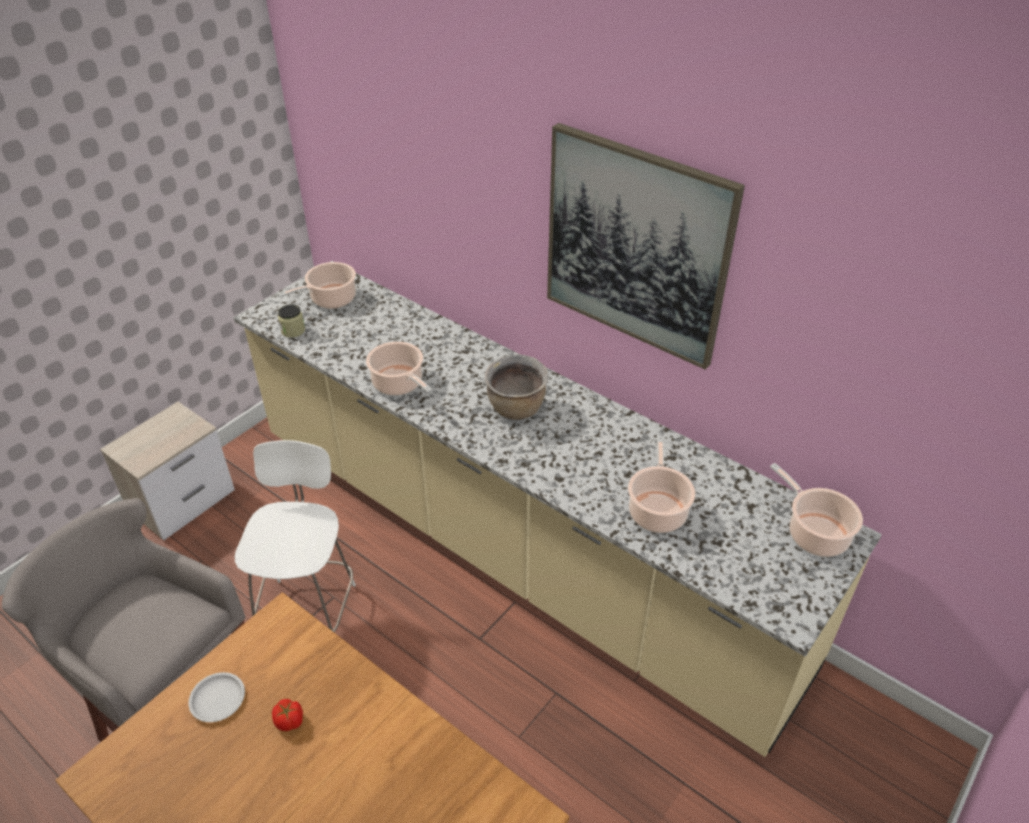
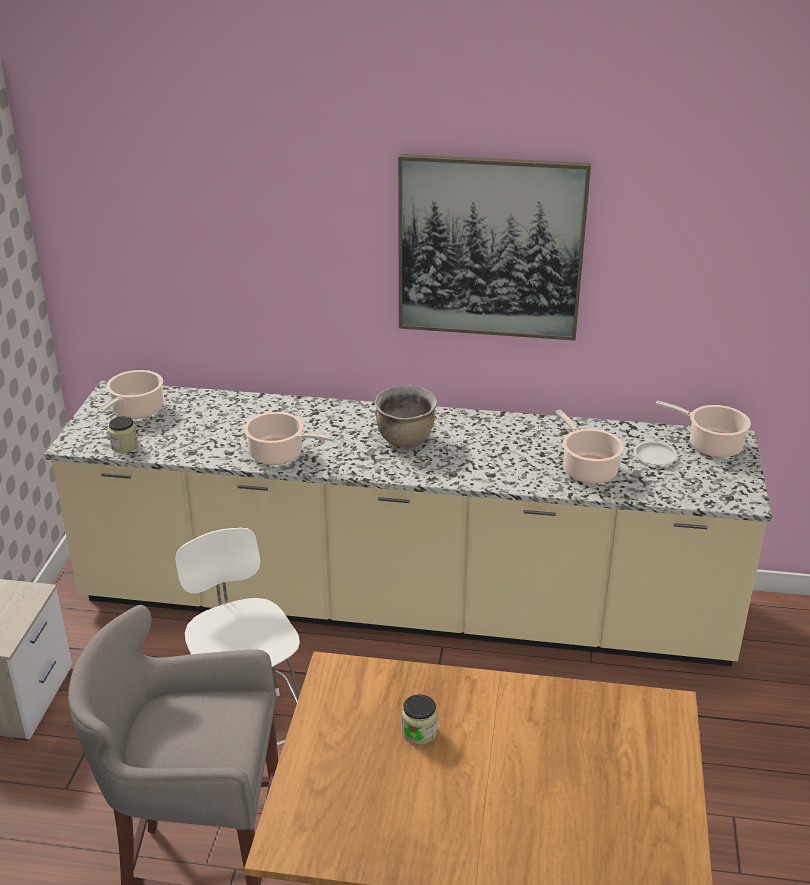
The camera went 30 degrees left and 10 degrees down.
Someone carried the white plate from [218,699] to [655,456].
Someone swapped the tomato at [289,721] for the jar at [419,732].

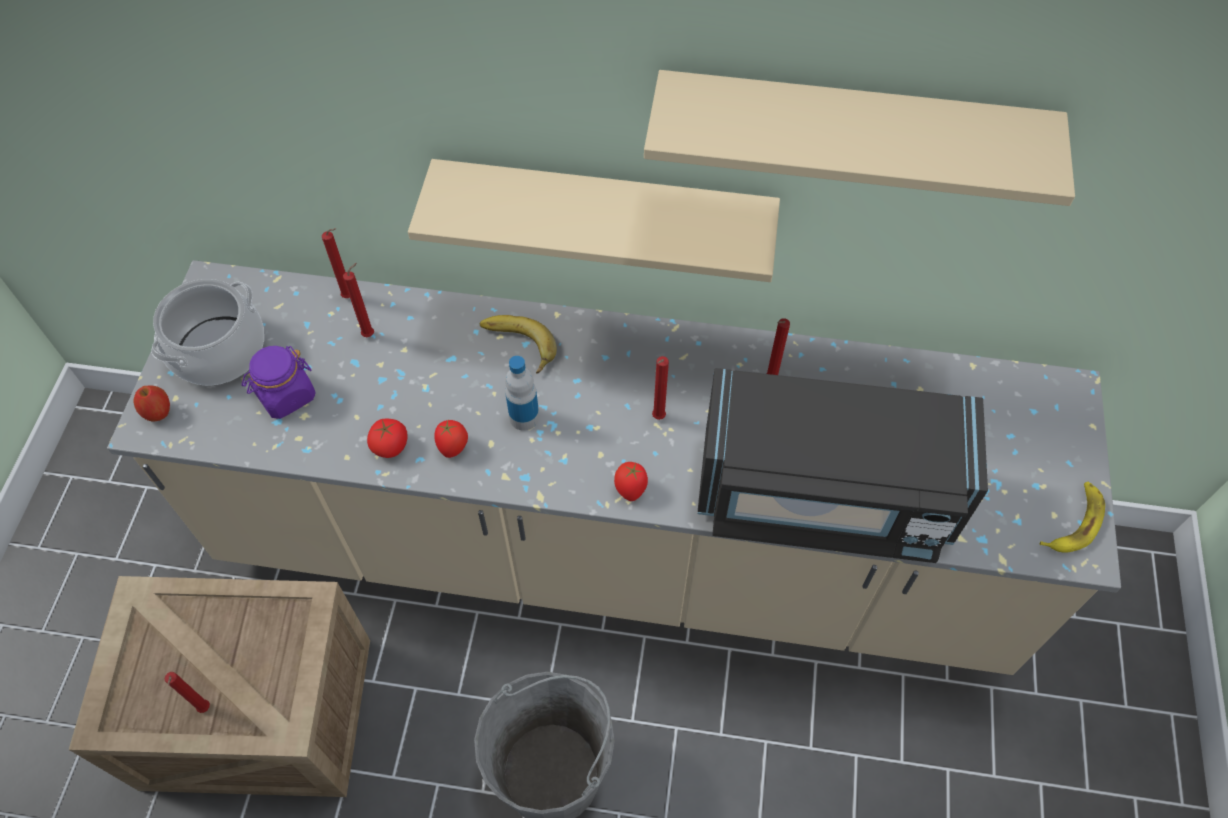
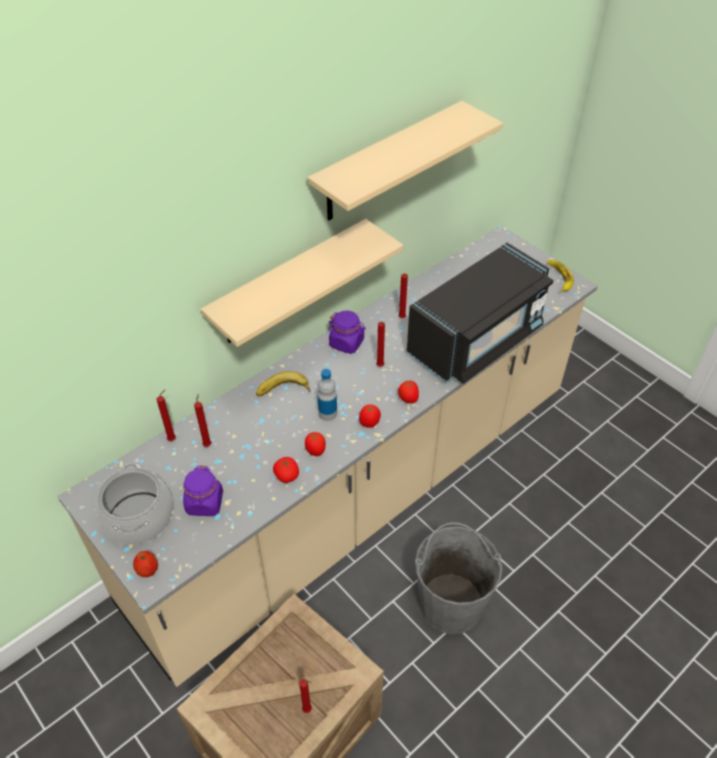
The camera went 50 degrees left and 10 degrees down.
Someone put down the purple jar at [347,343].
Someone put down the tomato at [369,423].

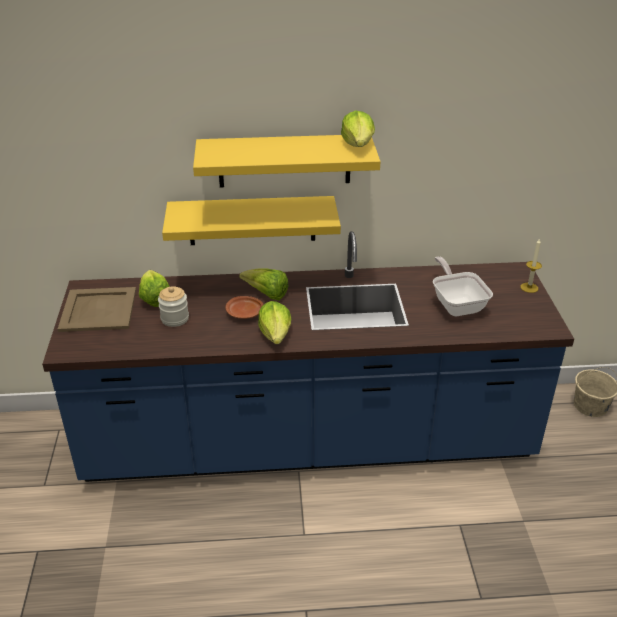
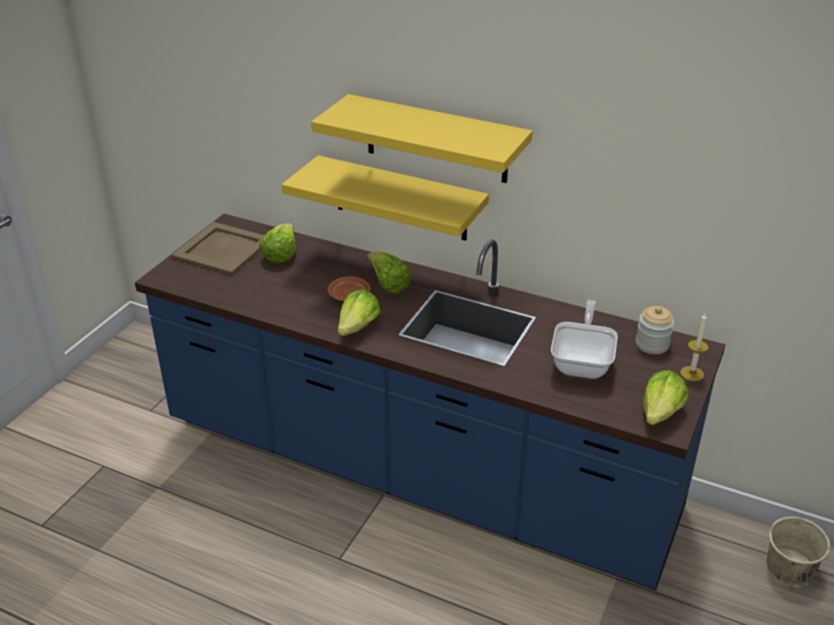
The camera went 30 degrees right and 0 degrees up.
Someone carried the jar from [175,319] to [652,344].
Someone carried the lettuce from [358,145] to [661,413].

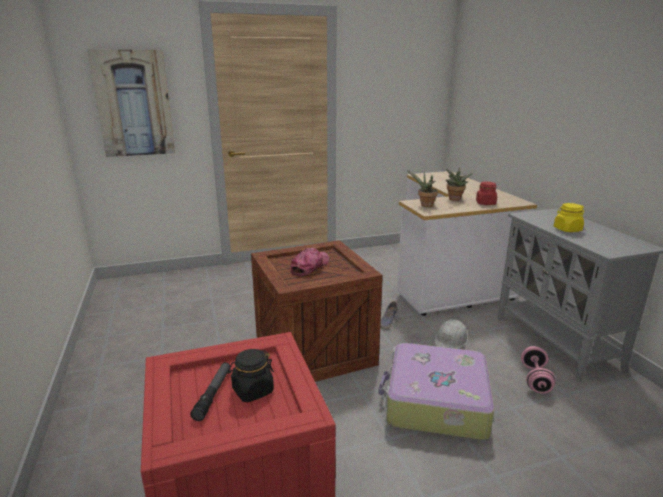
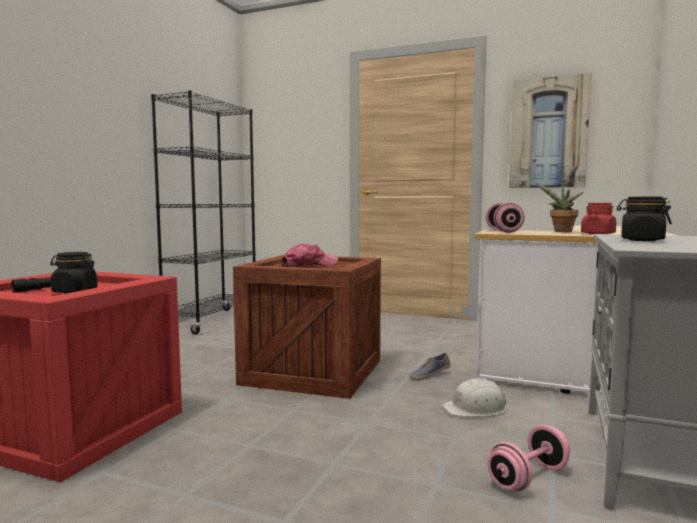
The camera went 40 degrees right and 15 degrees down.
Someone took away the suitcase at [435,402].
Someone put down the black bookcase at [212,321].
Someone carried the picture from [134,104] to [548,133].
Someone swapped the potted plant at [425,205] for the pink dumbbell at [503,231].
Someone repainted the yellow jar at [567,229], which became the black jar at [641,240].

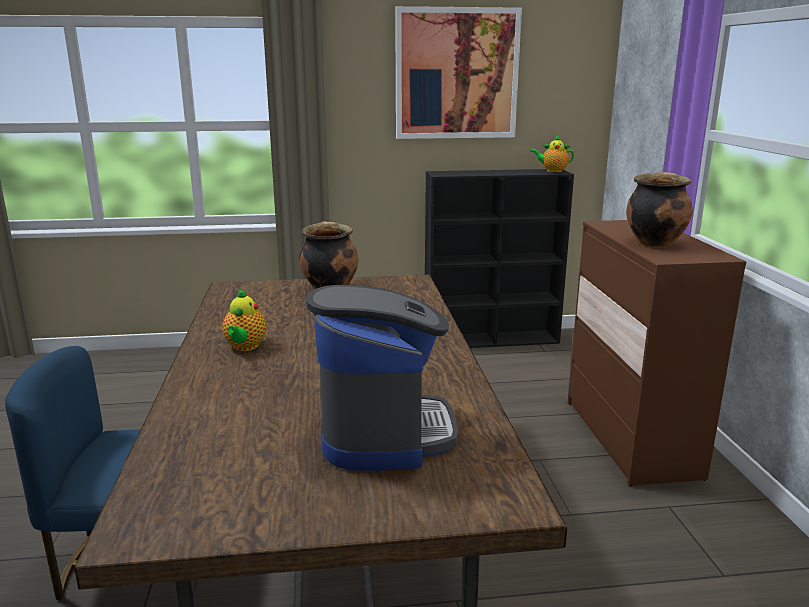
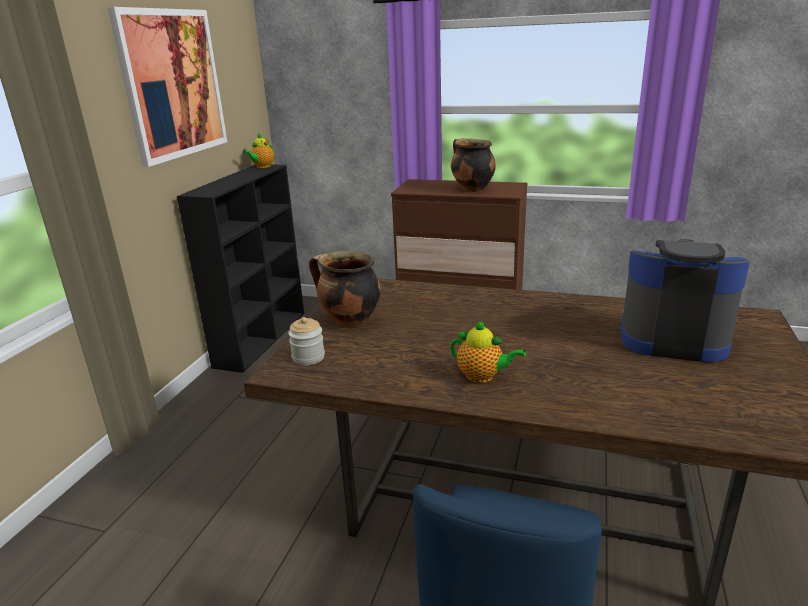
The camera went 65 degrees left and 5 degrees up.
Someone put down the jar at [308,357].

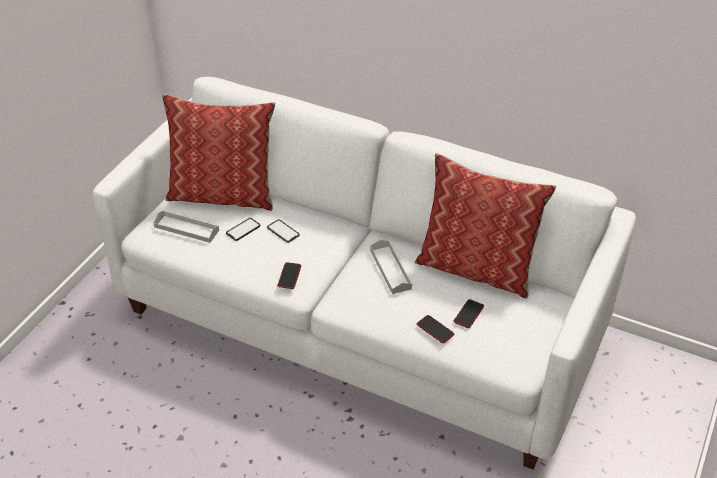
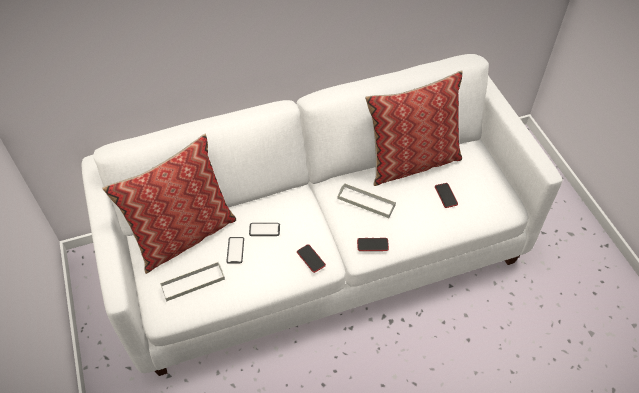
The camera went 45 degrees left and 10 degrees up.
Someone carried the phone from [435,329] to [372,245].

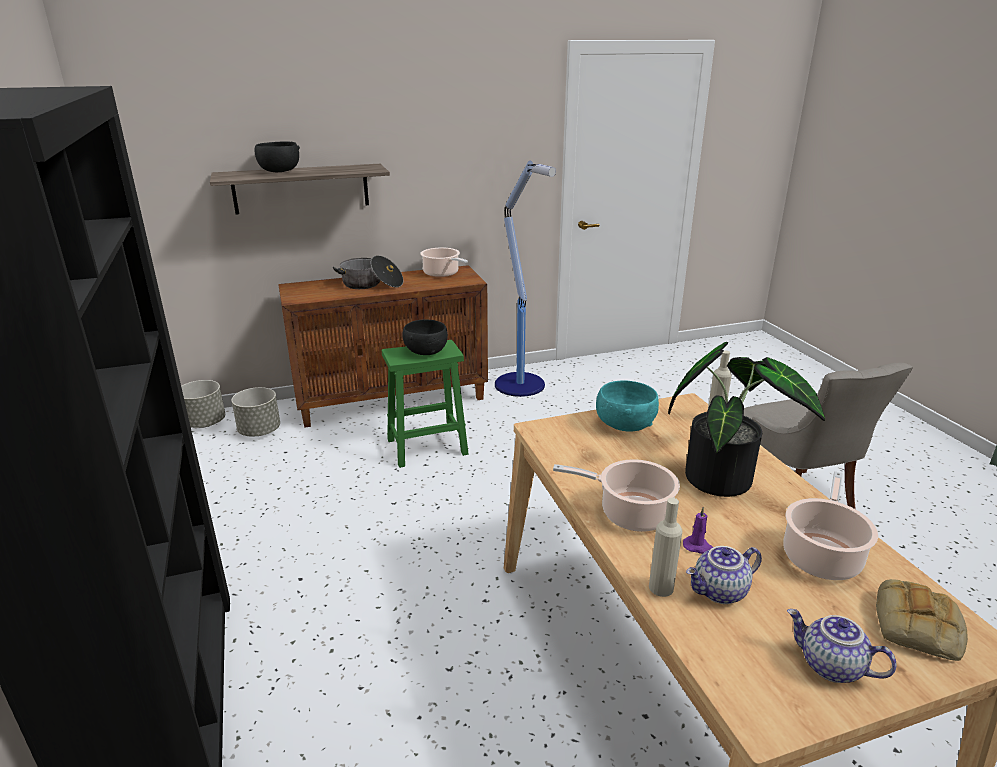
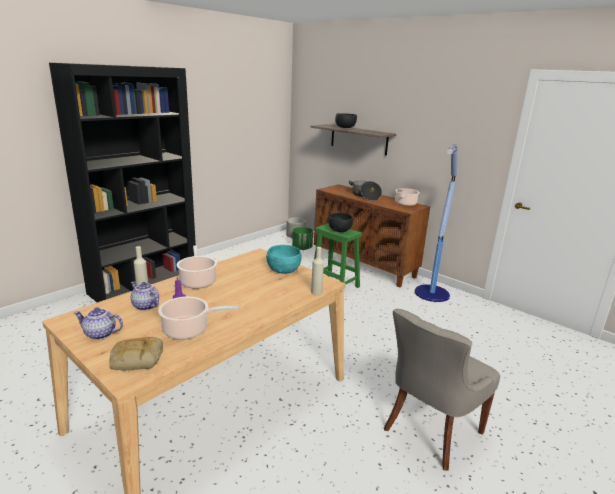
The camera went 60 degrees right and 5 degrees down.
Someone took away the potted plant at [724,477].
Someone repainted the grey planter at [259,431], which became the green planter at [302,248].
Someone rotated the teapot at [830,667] by 90 degrees counterclockwise.

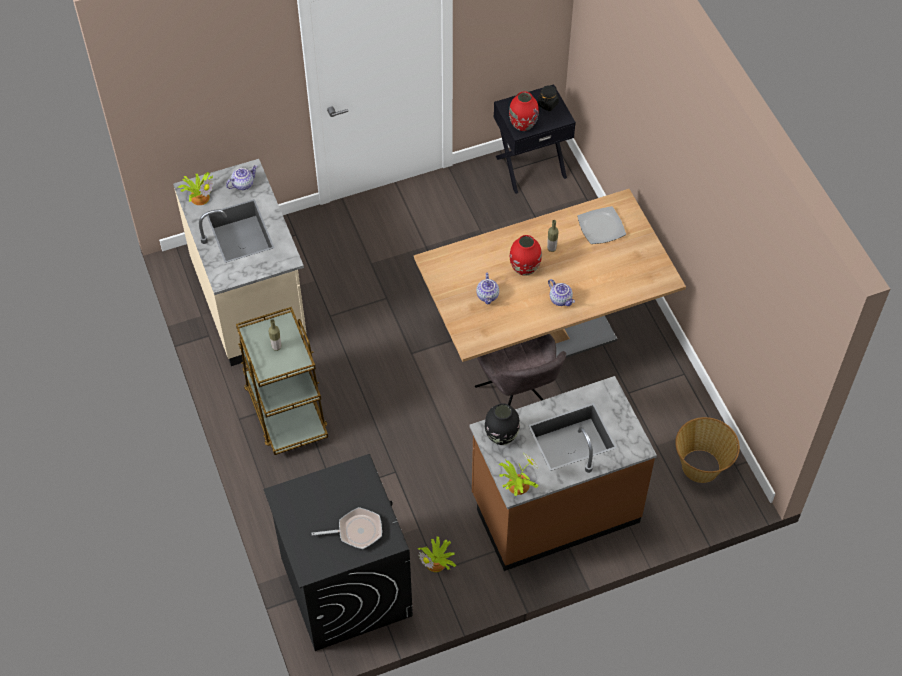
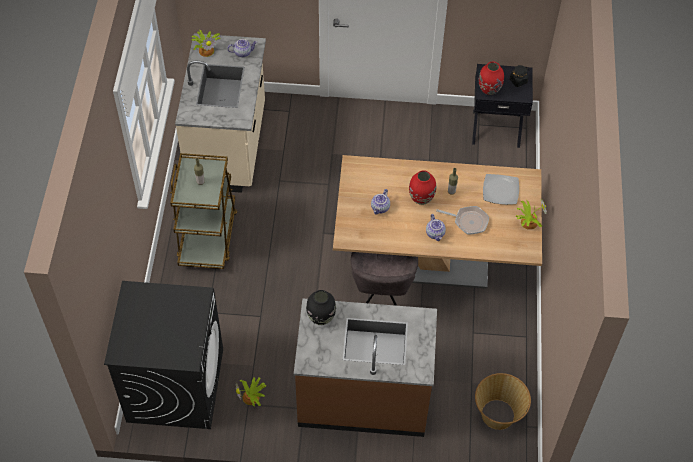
The camera went 25 degrees right and 0 degrees up.
Someone carried the frying pan from [356,531] to [468,221].
Someone carried the potted plant from [517,485] to [528,222].

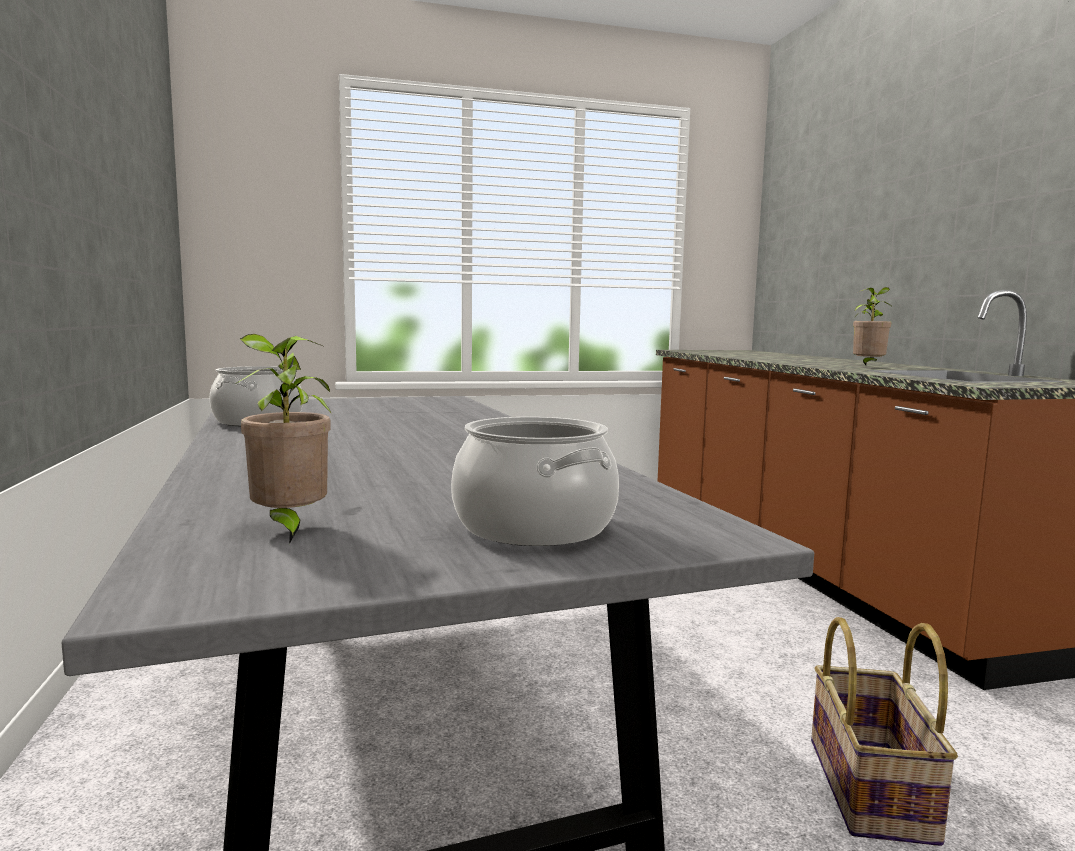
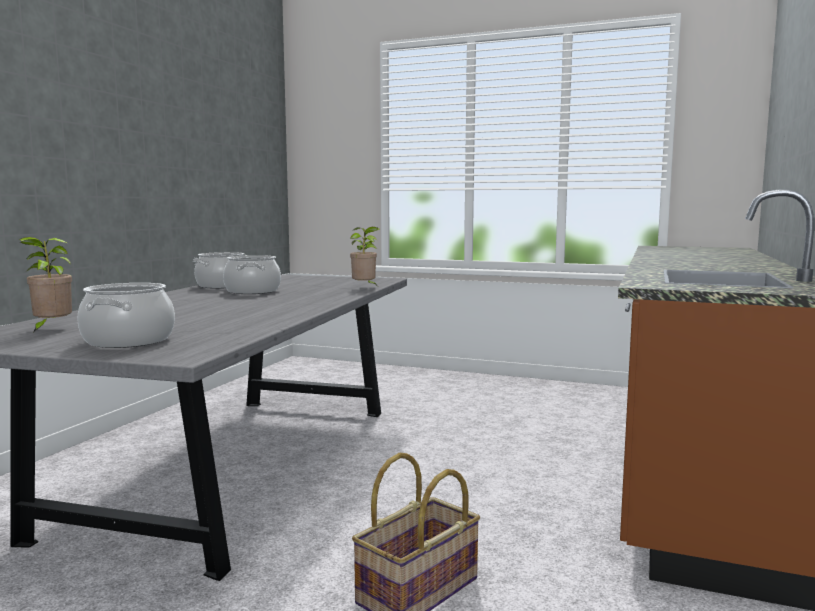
The camera went 35 degrees right and 0 degrees up.
Someone put down the cooking pot at [253,291].
Someone carried the potted plant from [868,367] to [365,288].

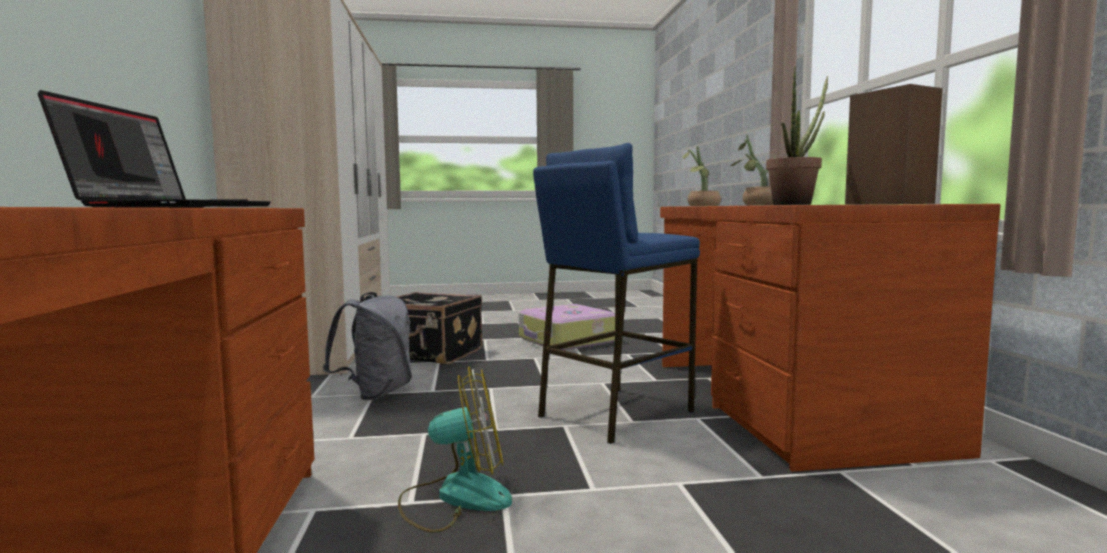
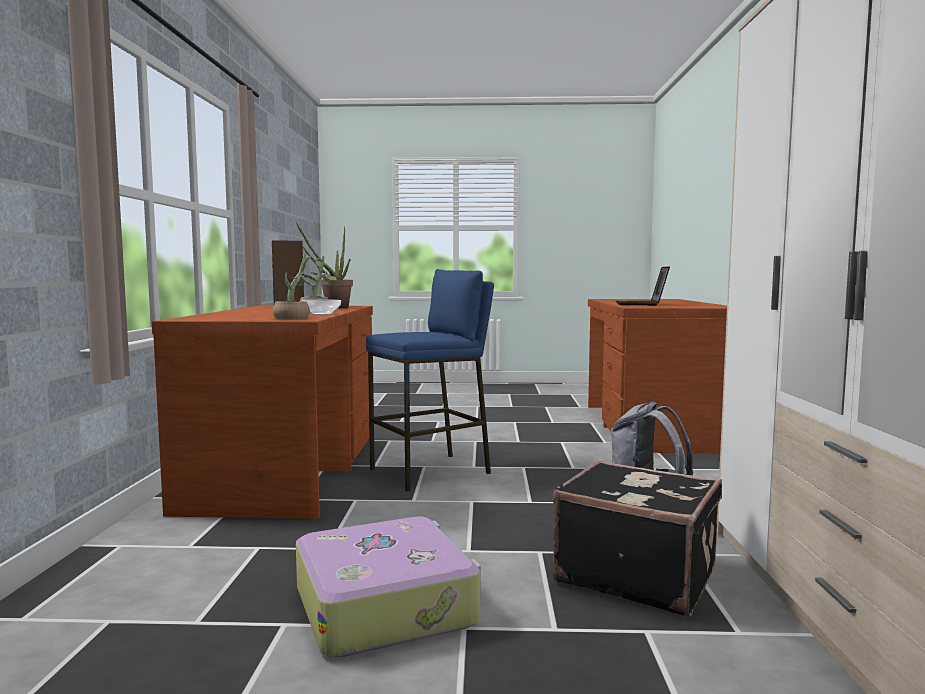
The camera went 170 degrees left and 0 degrees up.
Someone took away the fan at [456,497].
Someone put down the bowl at [322,314].

